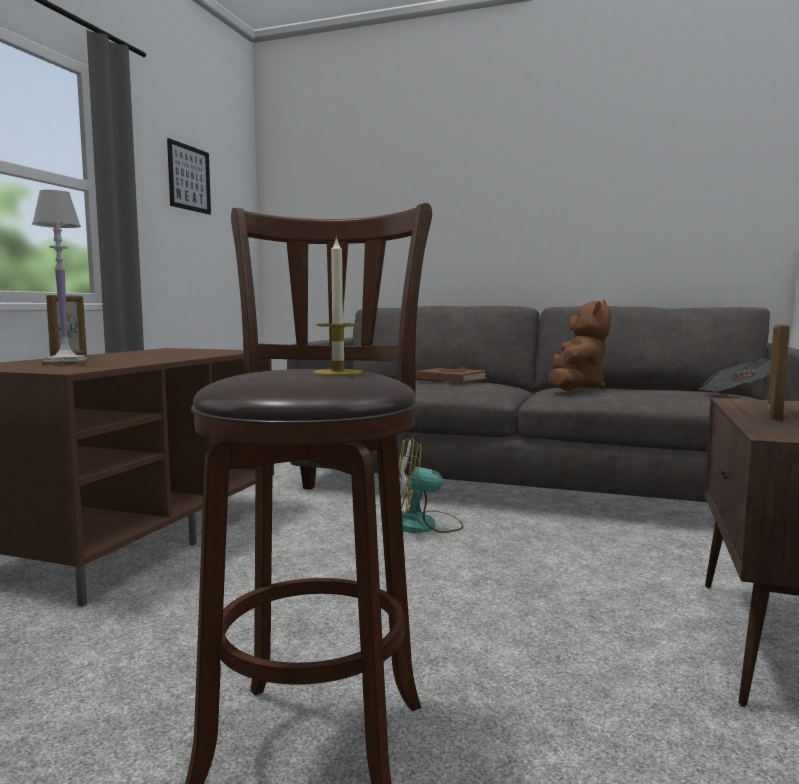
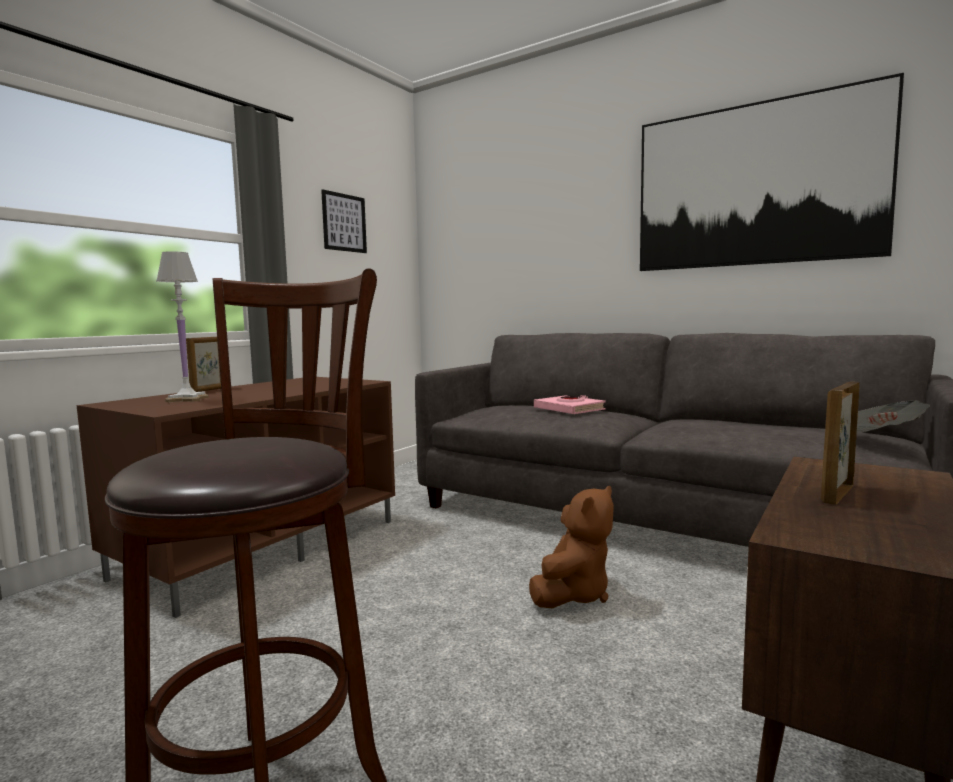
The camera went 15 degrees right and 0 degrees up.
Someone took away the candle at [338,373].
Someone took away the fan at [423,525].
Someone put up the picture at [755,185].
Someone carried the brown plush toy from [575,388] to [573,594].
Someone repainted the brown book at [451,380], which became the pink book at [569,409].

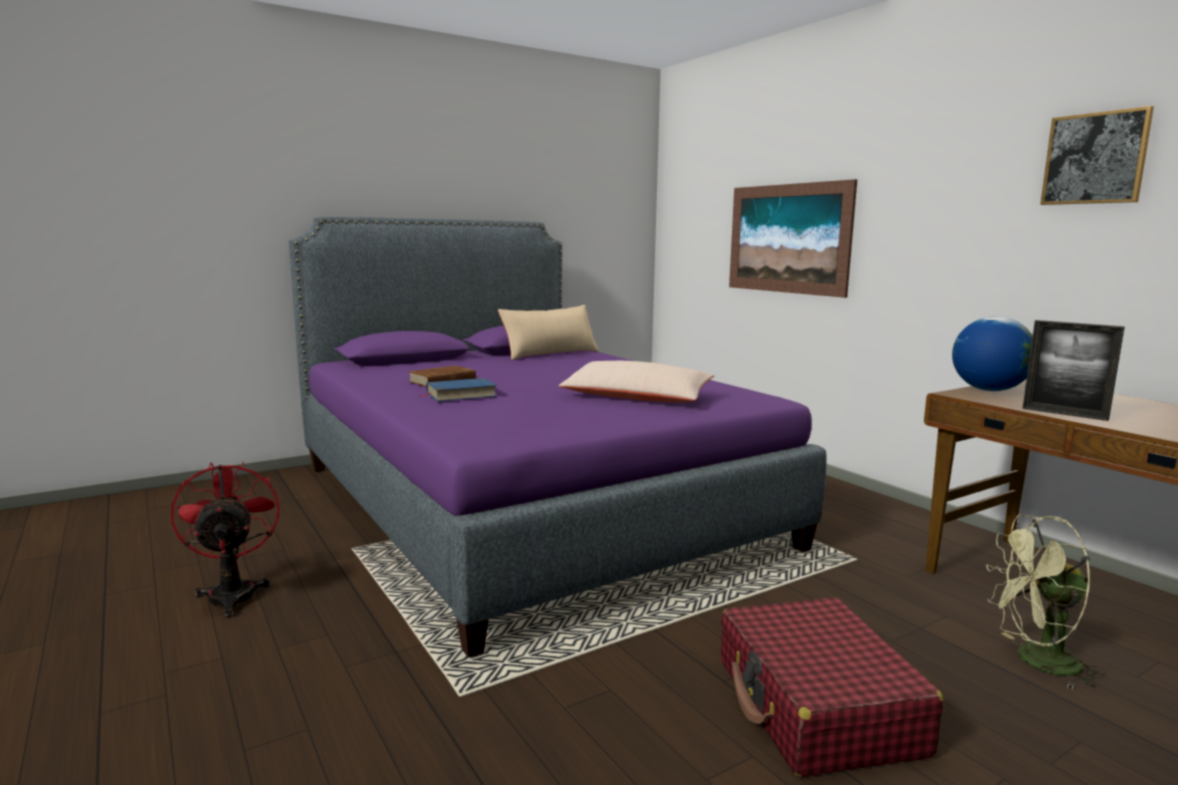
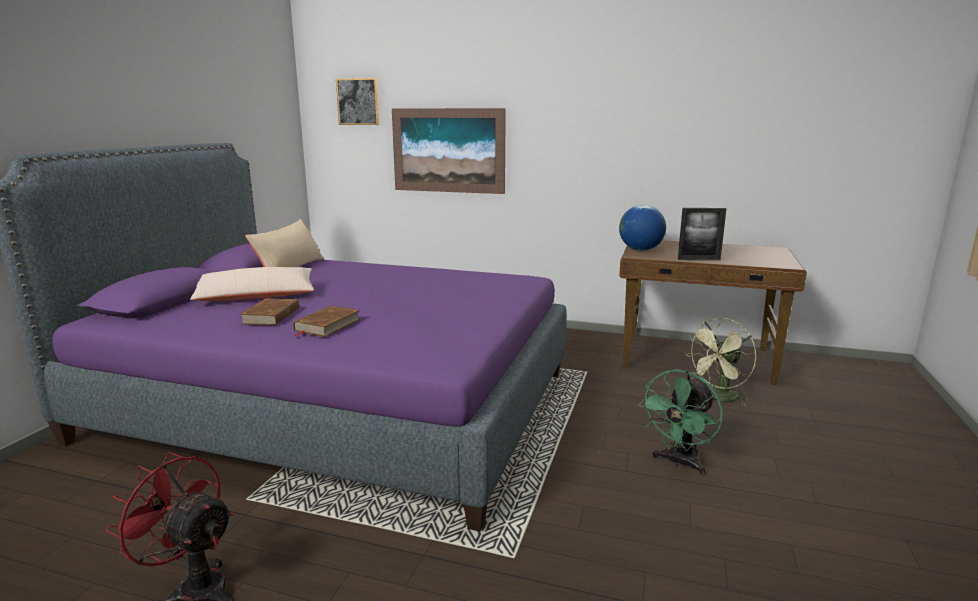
The camera went 40 degrees left and 5 degrees up.
Someone carried the beige pillow from [636,397] to [256,296].
Someone carried the picture from [1095,158] to [358,101].
Someone swapped the red suitcase at [817,707] for the green fan at [679,463].
Someone repainted the blue book at [461,394], which became the brown book at [327,325].

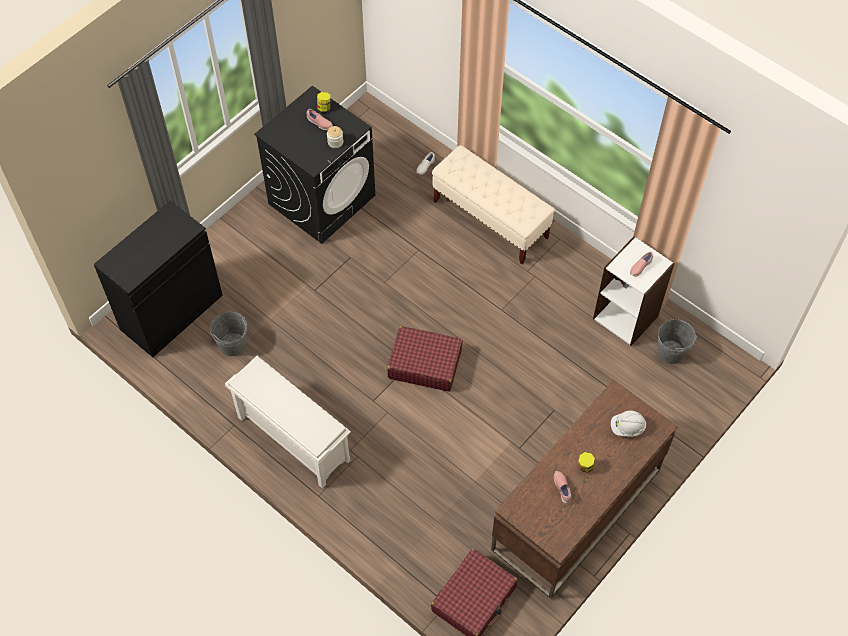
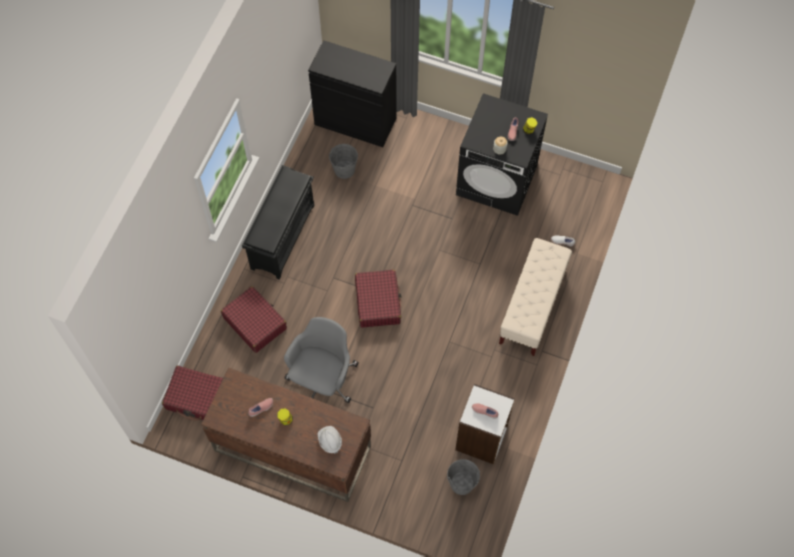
The camera went 70 degrees right and 5 degrees up.
Someone put down the red suitcase at [255,323].
Someone put down the grey office chair at [322,379].
Someone repainted the white shoe rack at [292,438], which became the black shoe rack at [282,236].

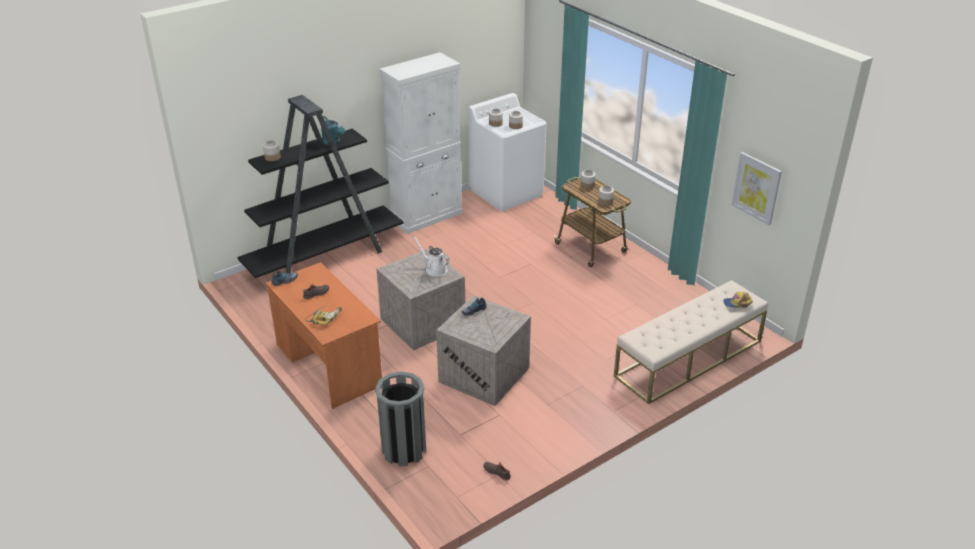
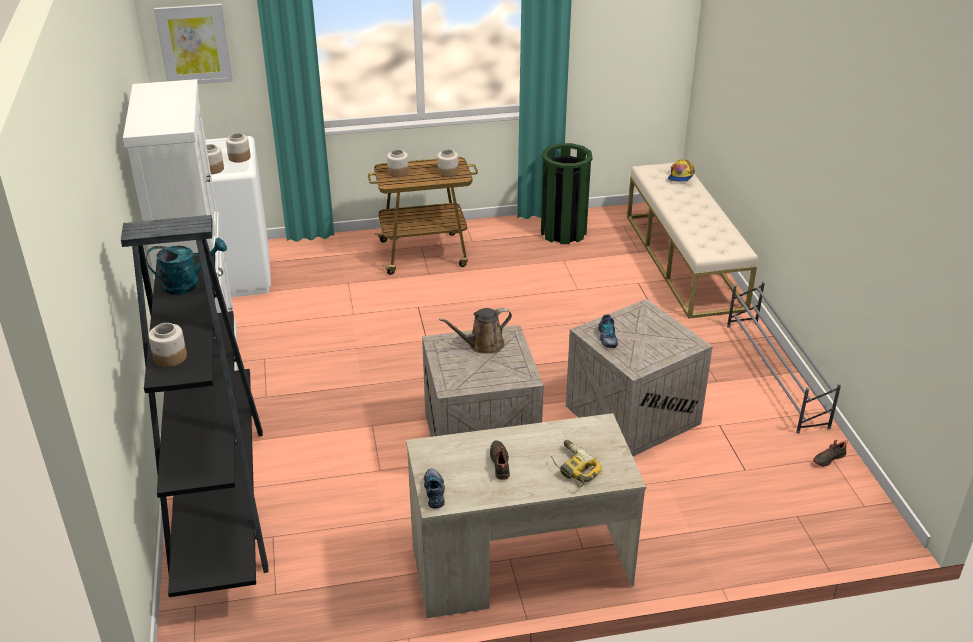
The camera went 65 degrees left and 0 degrees up.
Someone took away the grey trash can at [404,450].
Someone put down the green trash can at [563,232].
Someone put down the grey shoe rack at [775,374].
Someone carried the picture from [756,188] to [194,44].
Someone repainted the orange desk at [328,364], which became the beige desk at [520,565].
Someone repainted the white watering can at [434,269], which became the brown watering can at [483,345].

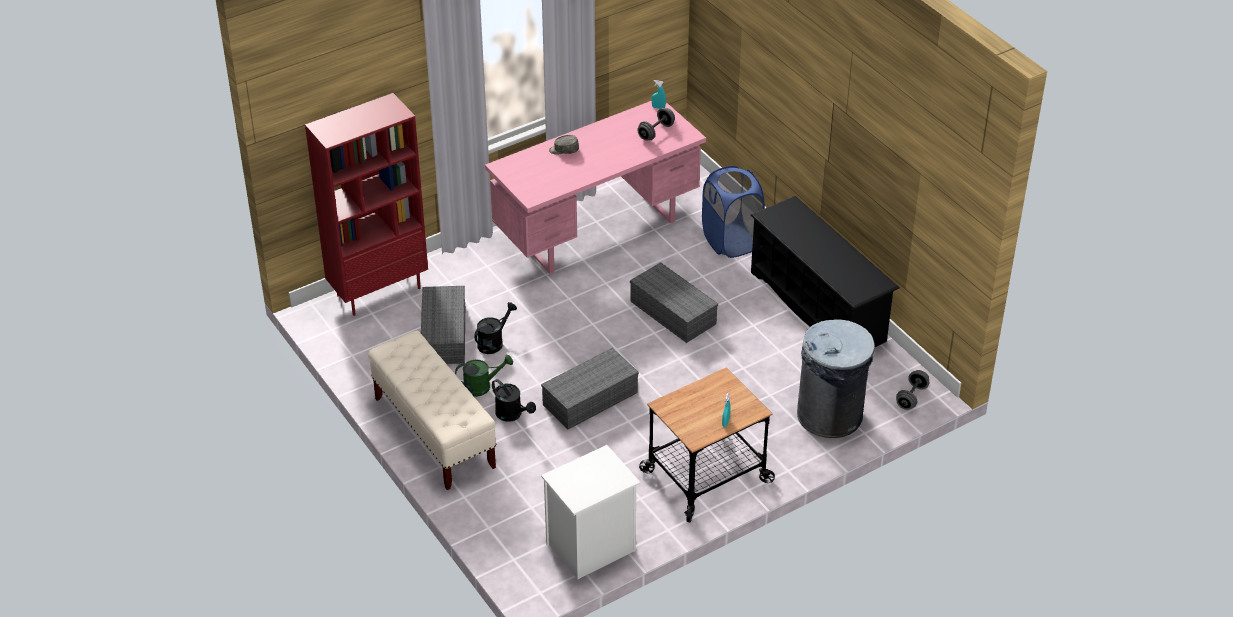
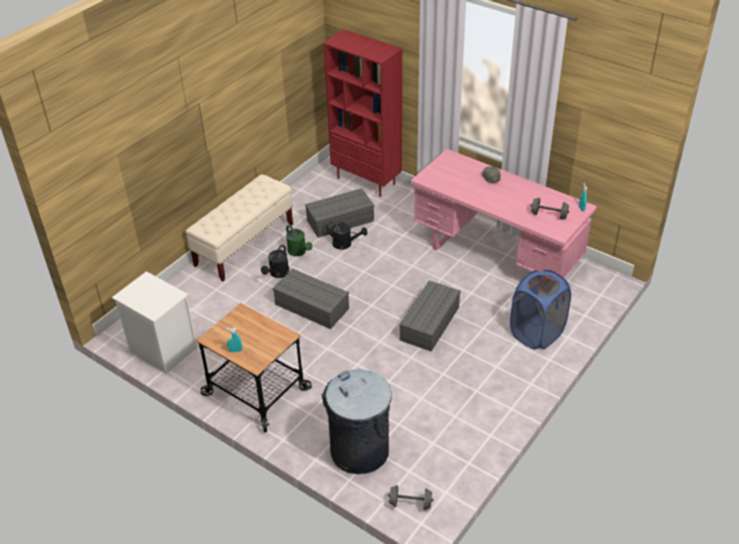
The camera went 70 degrees right and 0 degrees up.
Someone took away the black shoe rack at [818,307].

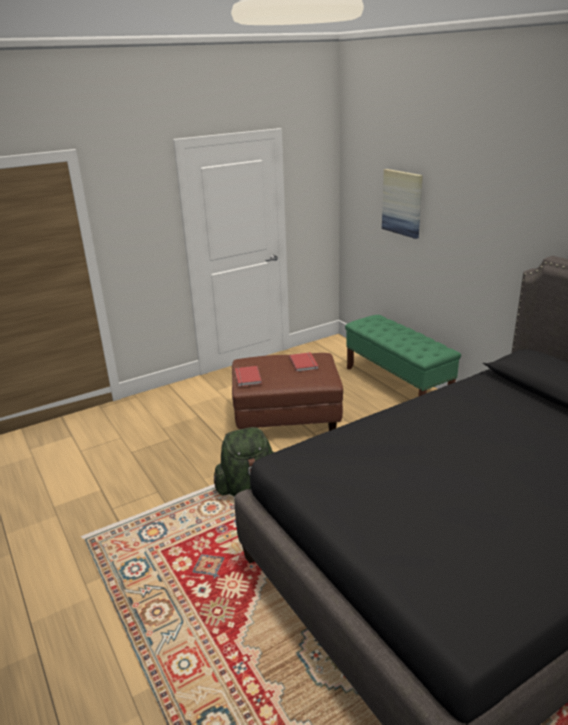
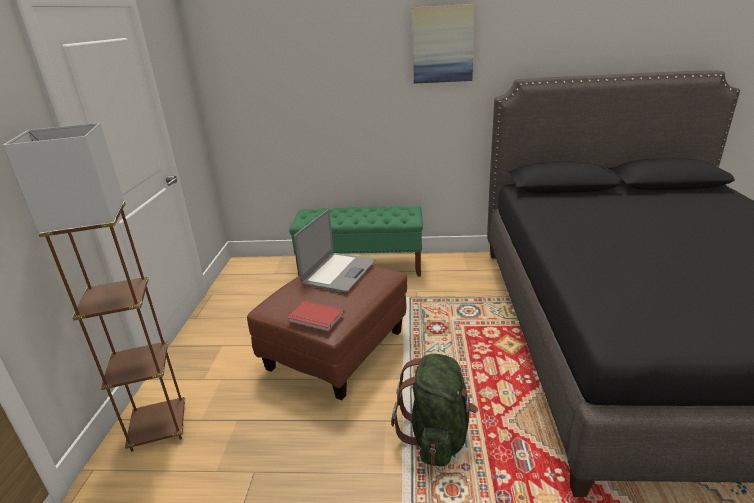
The camera went 55 degrees left and 0 degrees up.
Someone put down the brown floor lamp at [159,428].
Someone carried the picture from [402,203] to [442,44].
Someone swapped the red book at [304,363] for the laptop at [338,272].

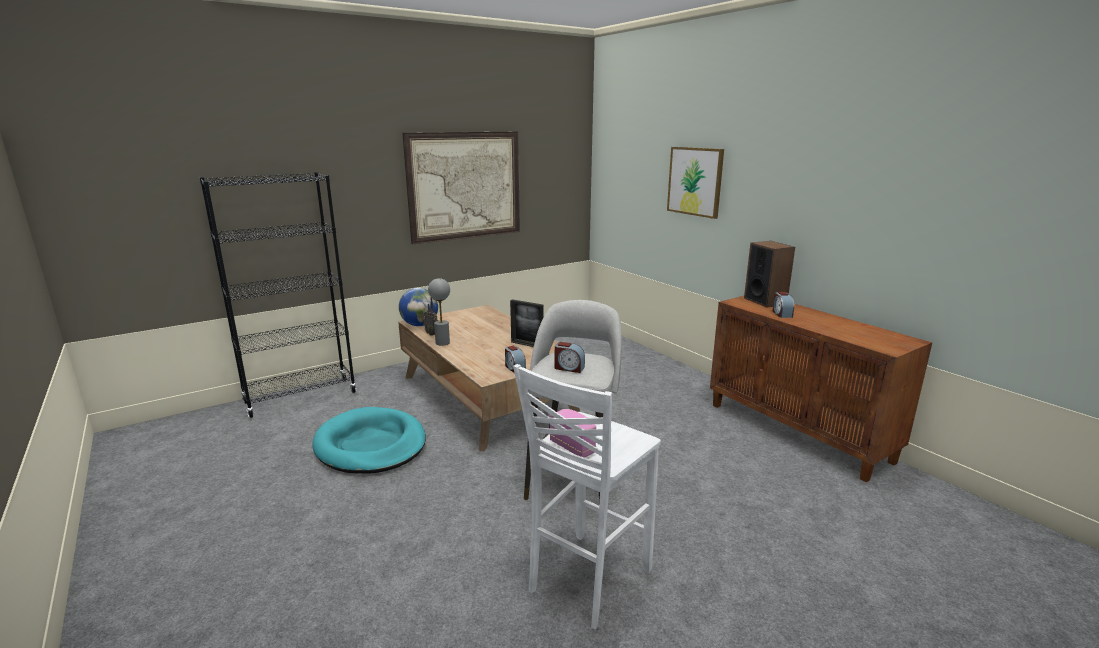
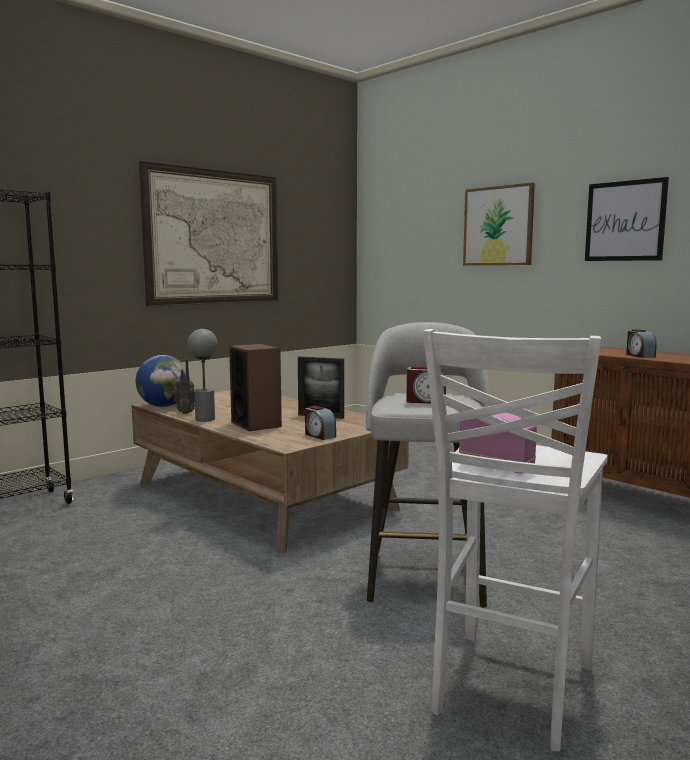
The camera went 10 degrees left and 10 degrees down.
Someone took away the turquoise dog bed at [371,445].
Someone put up the picture at [625,221].
Someone carried the speaker from [765,301] to [256,424].

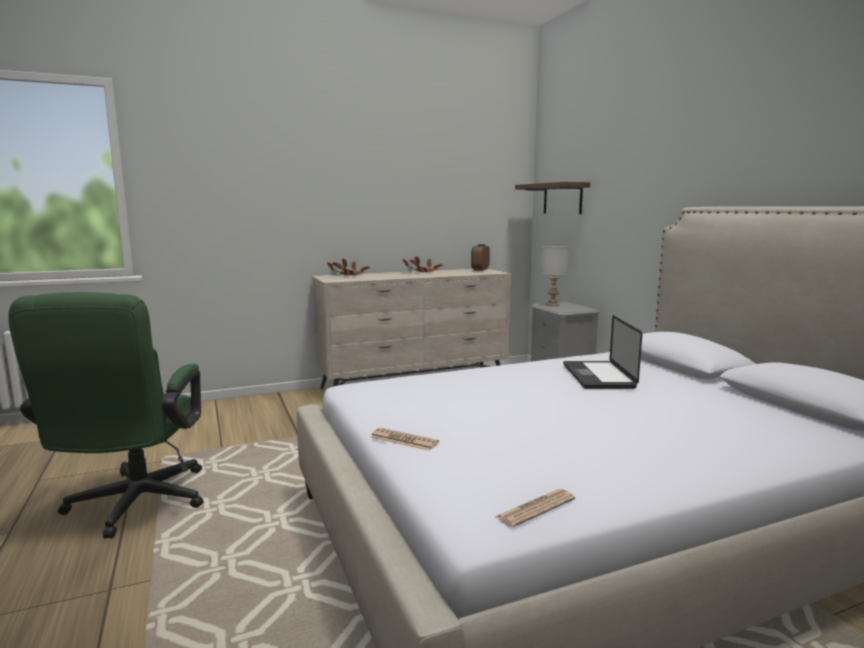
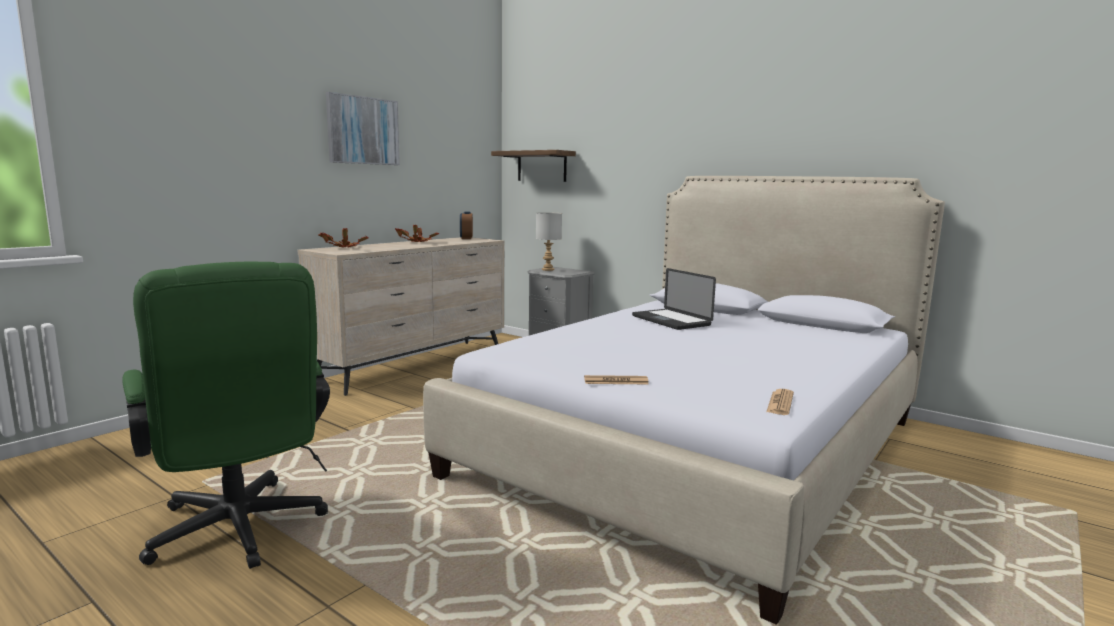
The camera went 30 degrees left and 0 degrees up.
Someone put up the picture at [363,130].

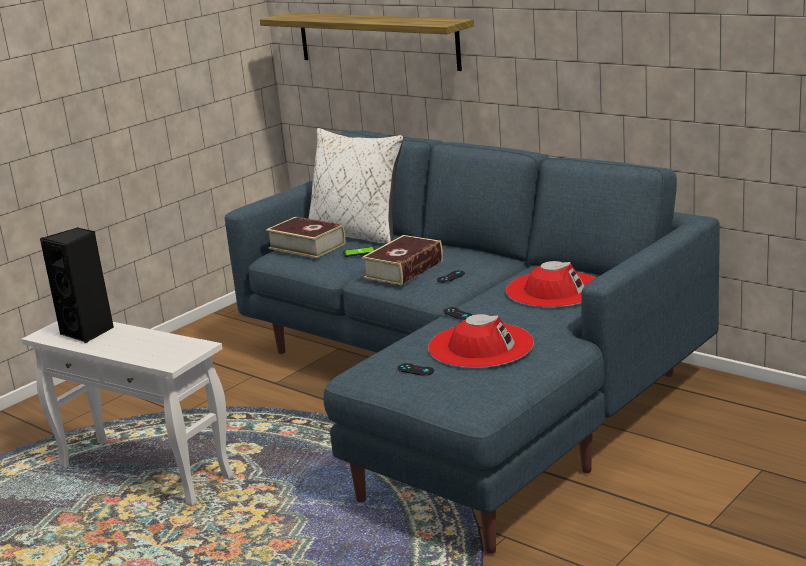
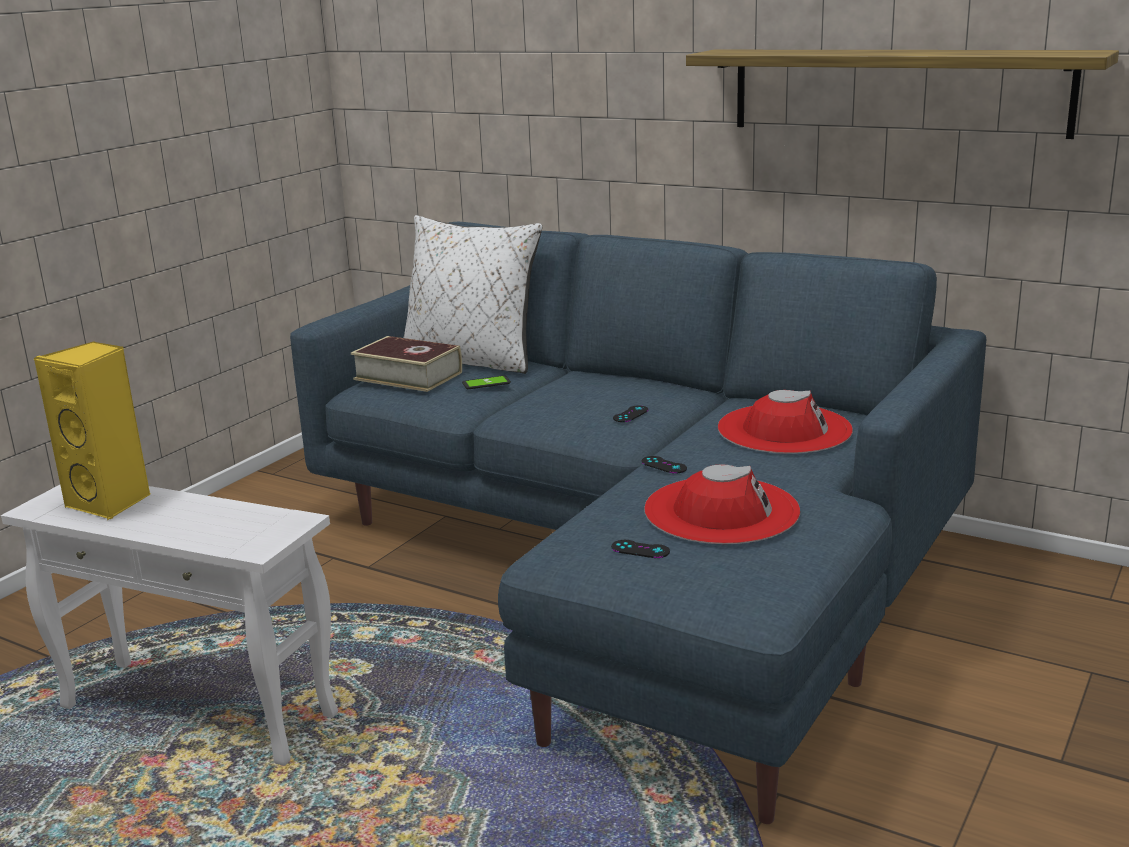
The camera went 10 degrees left and 0 degrees up.
Someone took away the book at [404,269].
Someone carried the shelf from [376,40] to [896,91].
Someone repainted the black speaker at [89,332], which became the yellow speaker at [111,502].

